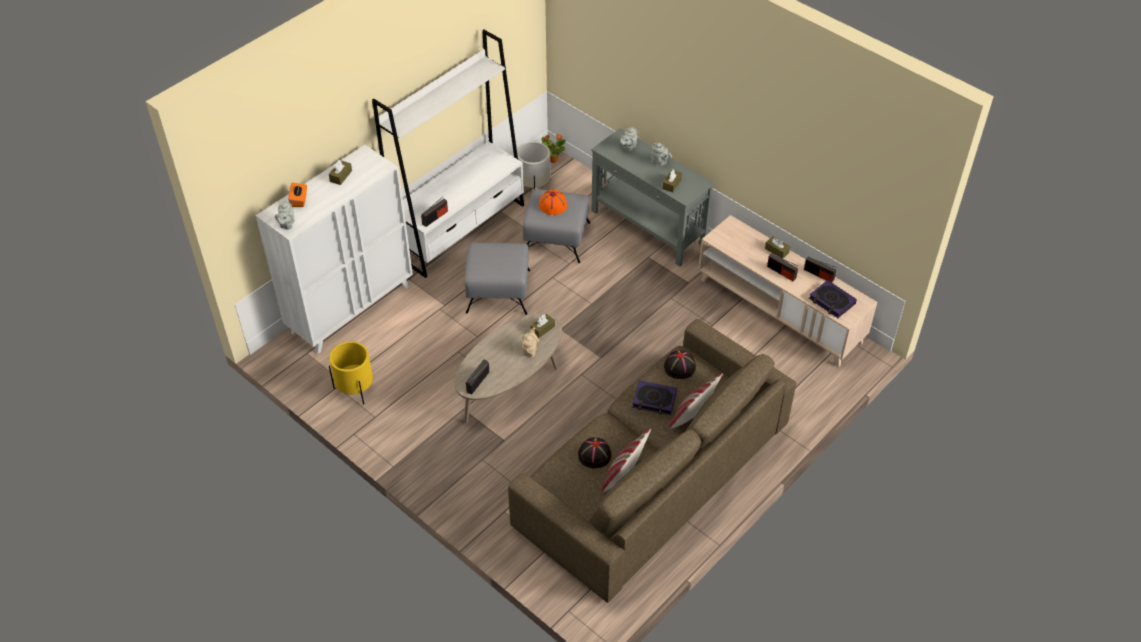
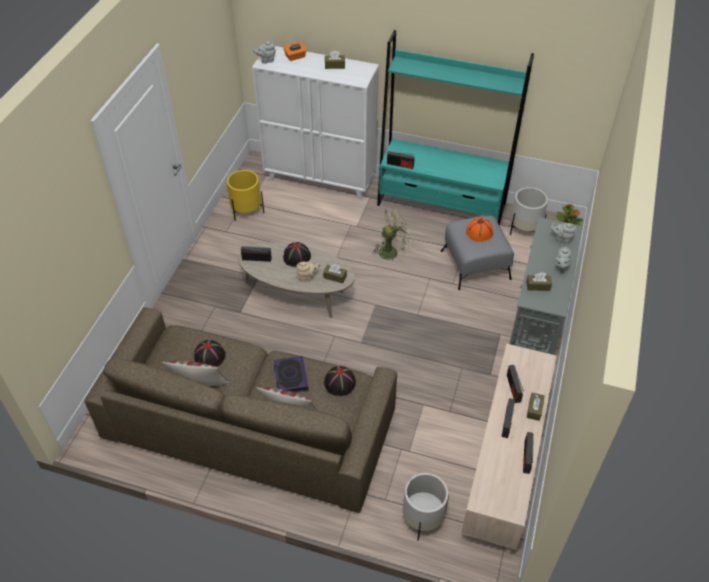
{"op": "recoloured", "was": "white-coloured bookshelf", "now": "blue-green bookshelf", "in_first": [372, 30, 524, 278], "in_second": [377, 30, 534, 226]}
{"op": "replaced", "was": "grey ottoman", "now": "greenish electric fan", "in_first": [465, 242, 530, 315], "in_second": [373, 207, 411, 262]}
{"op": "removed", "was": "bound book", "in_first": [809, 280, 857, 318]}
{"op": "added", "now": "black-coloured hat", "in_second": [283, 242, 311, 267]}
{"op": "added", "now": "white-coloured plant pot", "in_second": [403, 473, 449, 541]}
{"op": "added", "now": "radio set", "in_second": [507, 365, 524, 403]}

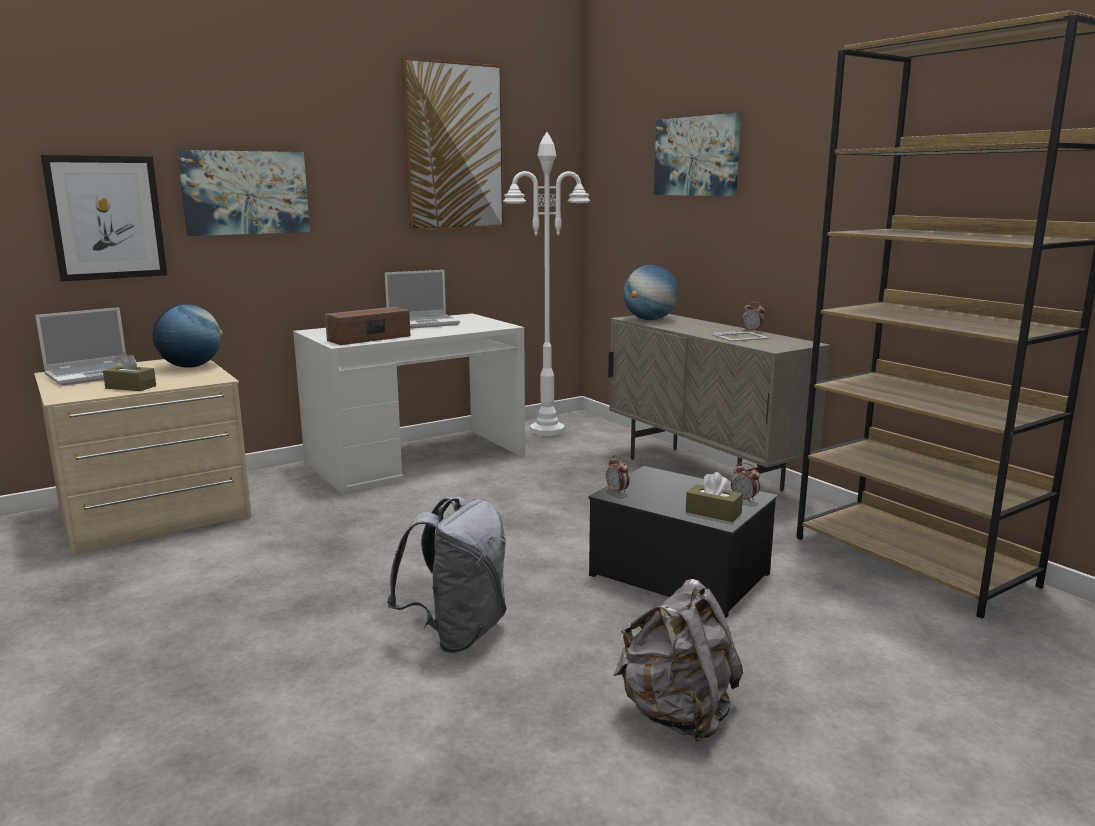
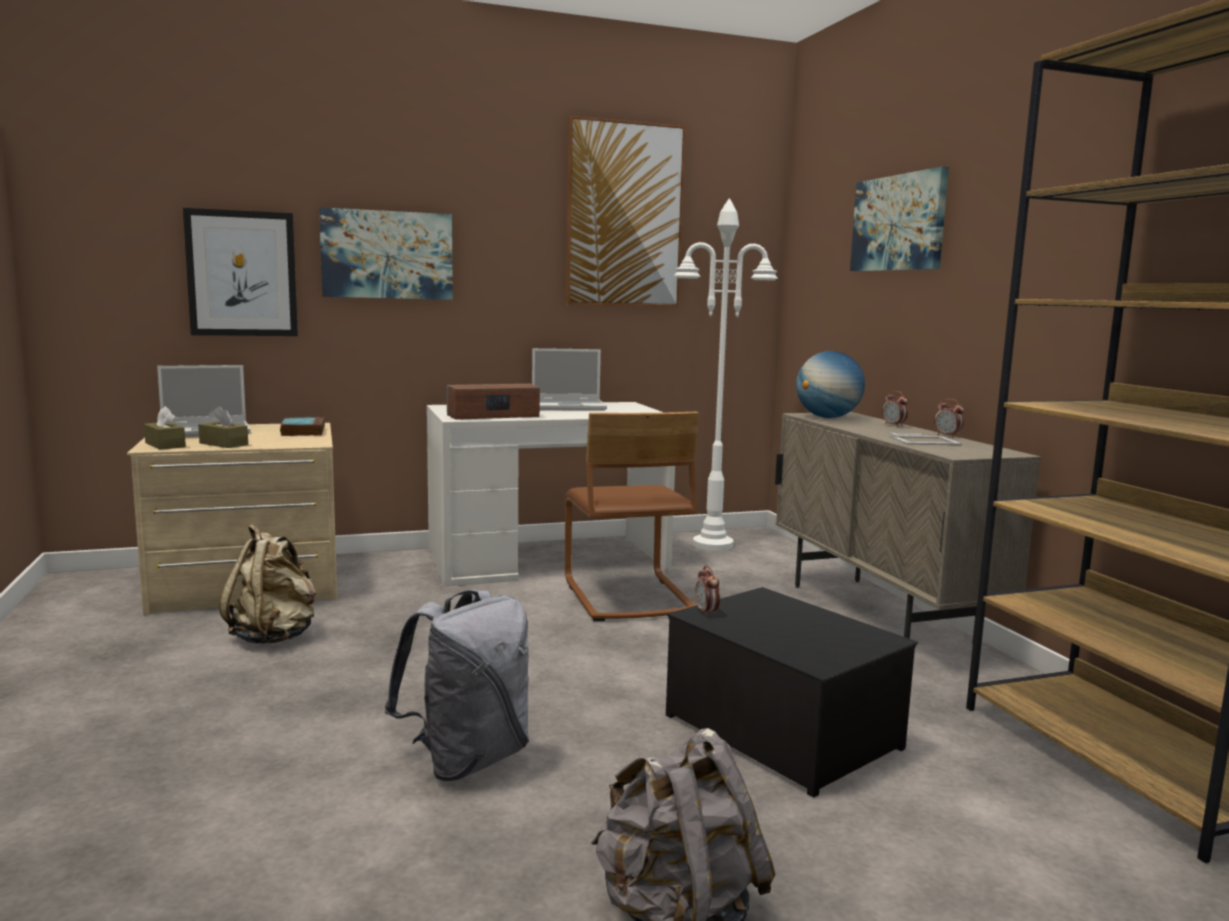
{"op": "replaced", "was": "desk globe", "now": "bound book", "in_first": [153, 304, 223, 368], "in_second": [280, 417, 325, 436]}
{"op": "moved", "was": "brownish tissue holder", "in_first": [686, 472, 743, 522], "in_second": [144, 406, 186, 450]}
{"op": "moved", "was": "bedside clock", "in_first": [731, 462, 760, 503], "in_second": [882, 391, 908, 427]}
{"op": "added", "now": "beige backpack", "in_second": [219, 524, 316, 644]}
{"op": "added", "now": "brownish plain chair", "in_second": [565, 412, 699, 621]}

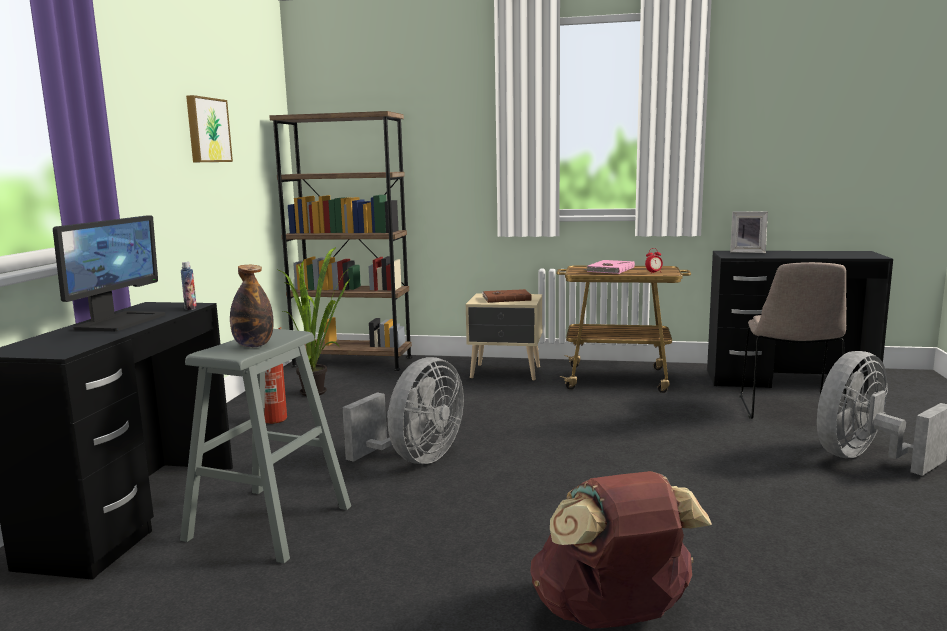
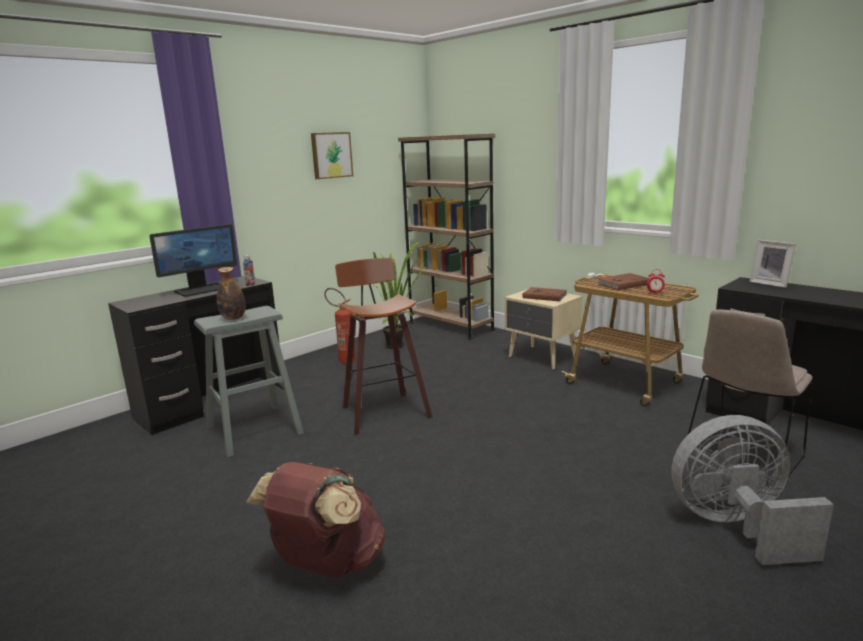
{"op": "replaced", "was": "grey electric fan", "now": "sitting stool", "in_first": [342, 357, 464, 464], "in_second": [335, 258, 432, 435]}
{"op": "recoloured", "was": "pink-coloured bound book", "now": "brownish bound book", "in_first": [584, 260, 635, 274], "in_second": [595, 273, 650, 290]}

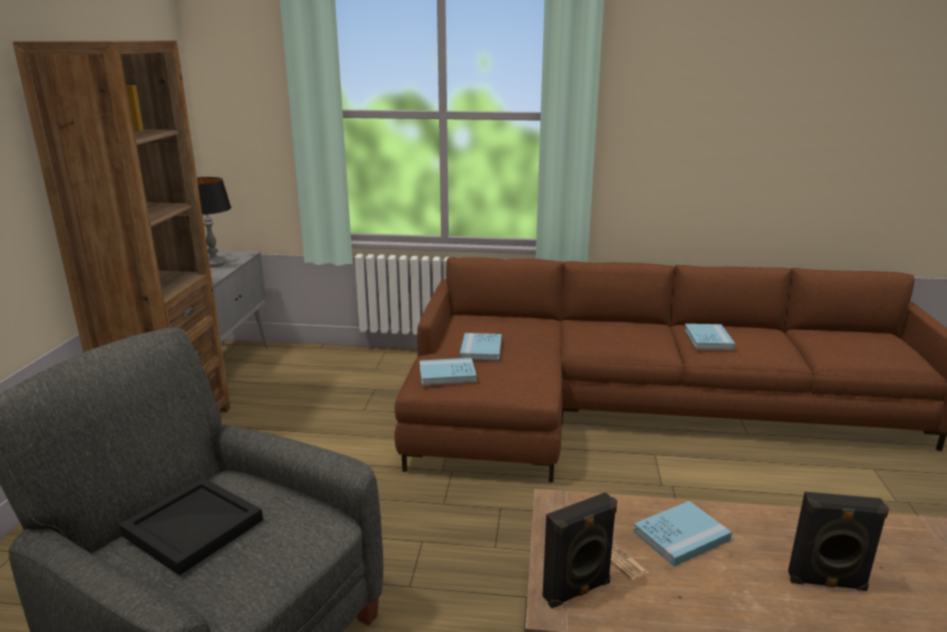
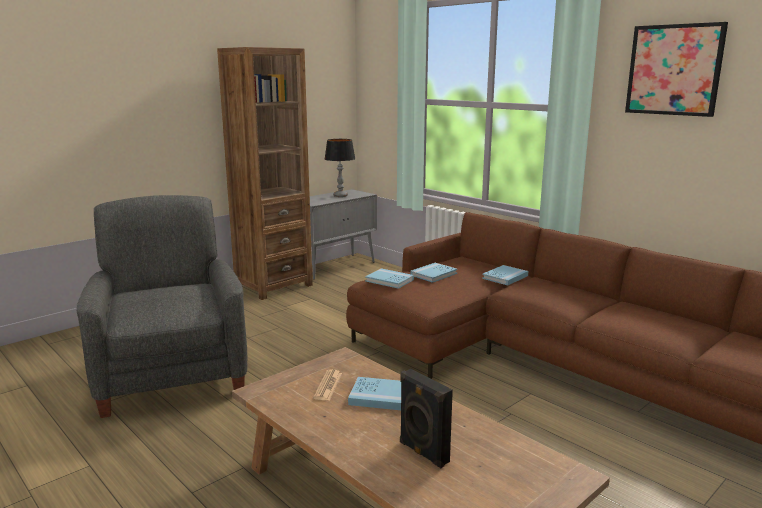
{"op": "removed", "was": "black-coloured carrying tray", "in_first": [119, 478, 263, 575]}
{"op": "removed", "was": "black-coloured speaker", "in_first": [542, 492, 617, 608]}
{"op": "moved", "was": "bluish bound book", "in_first": [684, 324, 735, 350], "in_second": [482, 265, 528, 285]}
{"op": "added", "now": "wall picture", "in_second": [625, 22, 728, 117]}

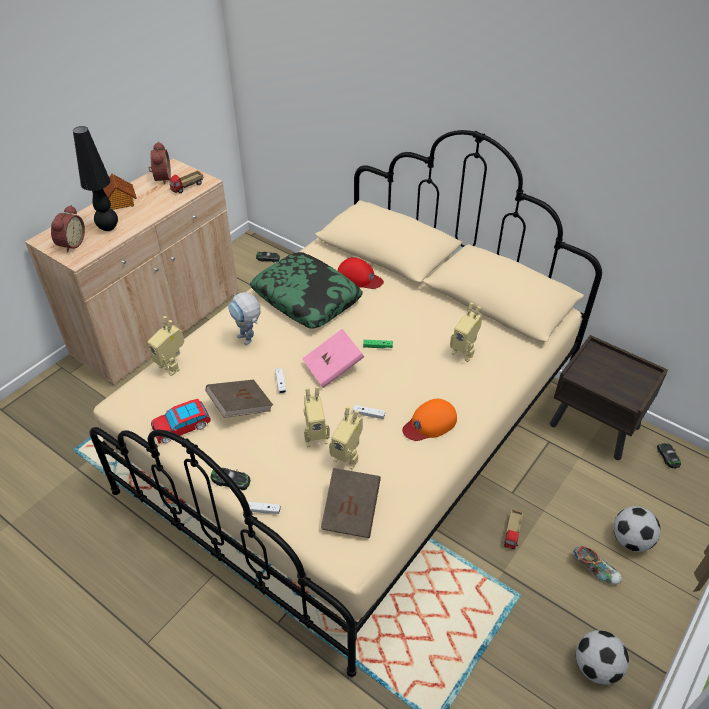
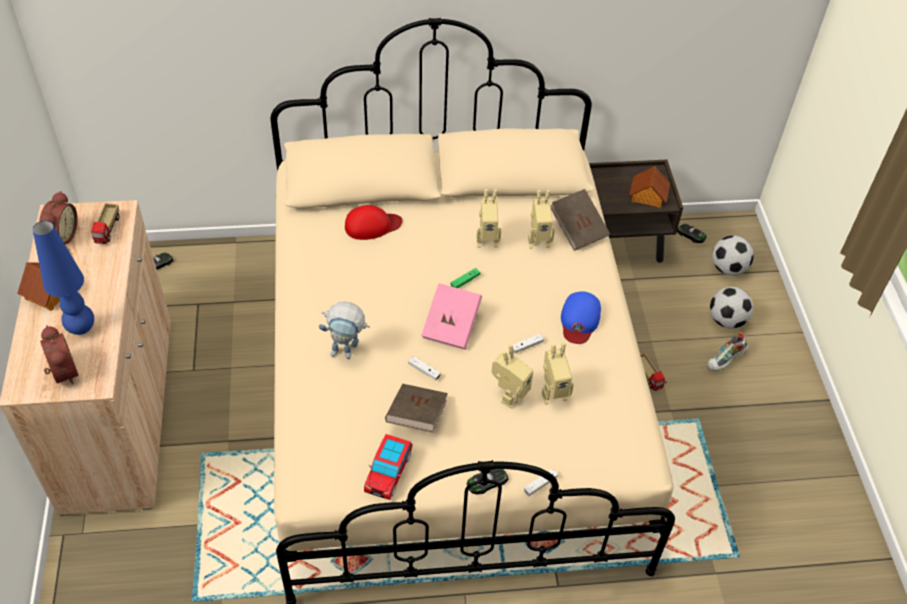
{"op": "recoloured", "was": "black-coloured lamp for a table", "now": "bluish lamp for a table", "in_first": [73, 126, 118, 231], "in_second": [33, 221, 94, 335]}
{"op": "moved", "was": "model robot", "in_first": [147, 316, 184, 376], "in_second": [477, 189, 501, 248]}
{"op": "turned", "was": "bedside clock", "in_first": [148, 142, 171, 185], "in_second": [39, 191, 78, 244], "clockwise": 60}
{"op": "removed", "was": "throw pillow", "in_first": [250, 252, 363, 328]}
{"op": "moved", "was": "brownish bound book", "in_first": [321, 468, 381, 538], "in_second": [550, 189, 610, 251]}
{"op": "recoloured", "was": "orange-coloured baseball cap", "now": "bluish baseball cap", "in_first": [402, 399, 457, 441], "in_second": [561, 291, 601, 344]}
{"op": "turned", "was": "item of footwear", "in_first": [573, 545, 622, 585], "in_second": [707, 332, 749, 371], "clockwise": 150}
{"op": "moved", "was": "football ball", "in_first": [576, 630, 629, 685], "in_second": [712, 235, 754, 276]}
{"op": "added", "now": "toy house", "in_second": [629, 166, 670, 208]}

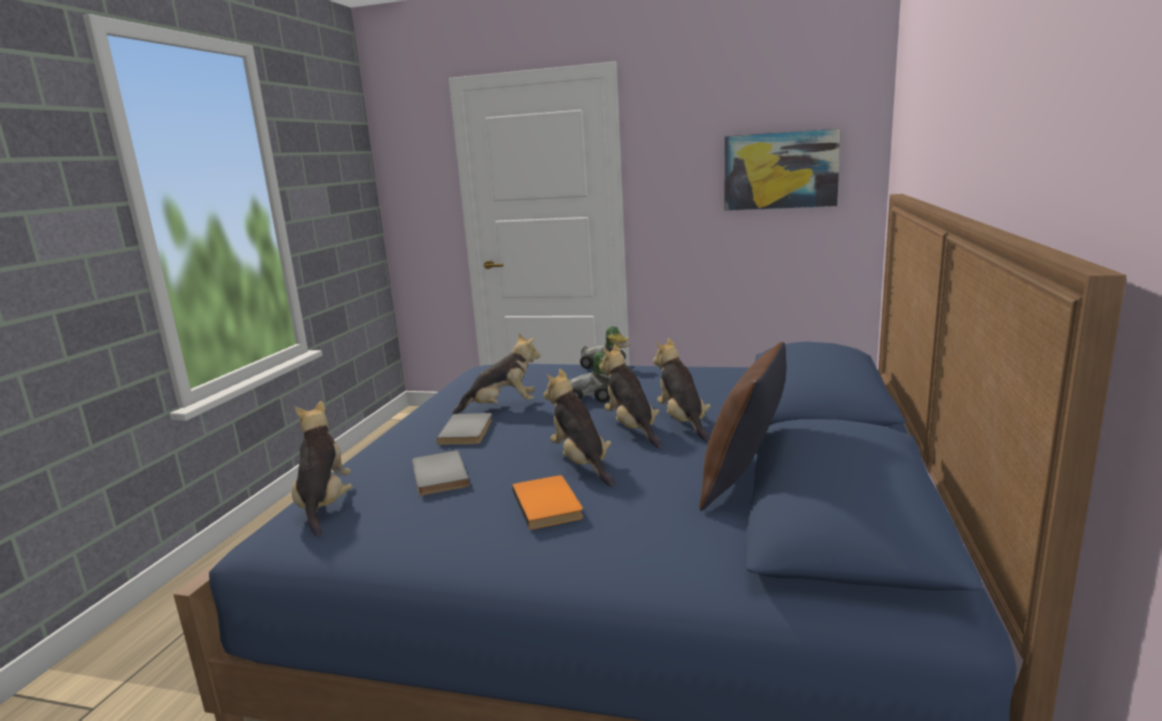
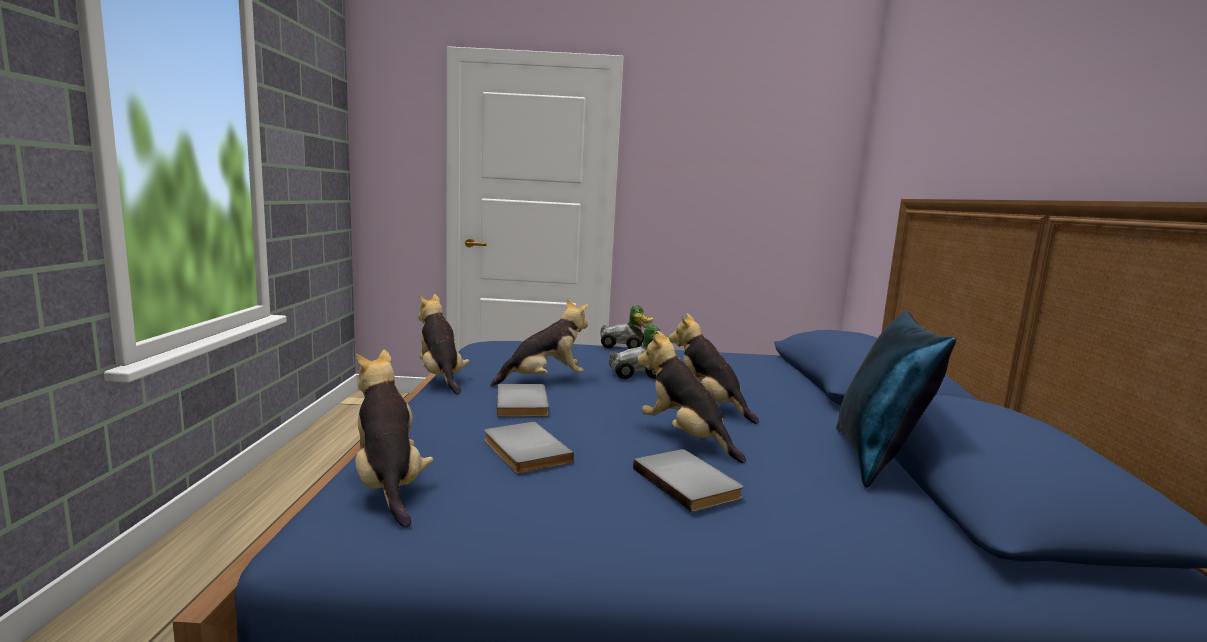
{"op": "recoloured", "was": "orange-coloured bound book", "now": "grey bound book", "in_first": [512, 475, 583, 530], "in_second": [633, 449, 743, 512]}
{"op": "moved", "was": "plush toy", "in_first": [653, 338, 711, 442], "in_second": [418, 294, 470, 394]}
{"op": "recoloured", "was": "brownish throw pillow", "now": "bluish throw pillow", "in_first": [699, 342, 787, 511], "in_second": [836, 311, 956, 488]}
{"op": "removed", "was": "wall picture", "in_first": [724, 128, 841, 211]}

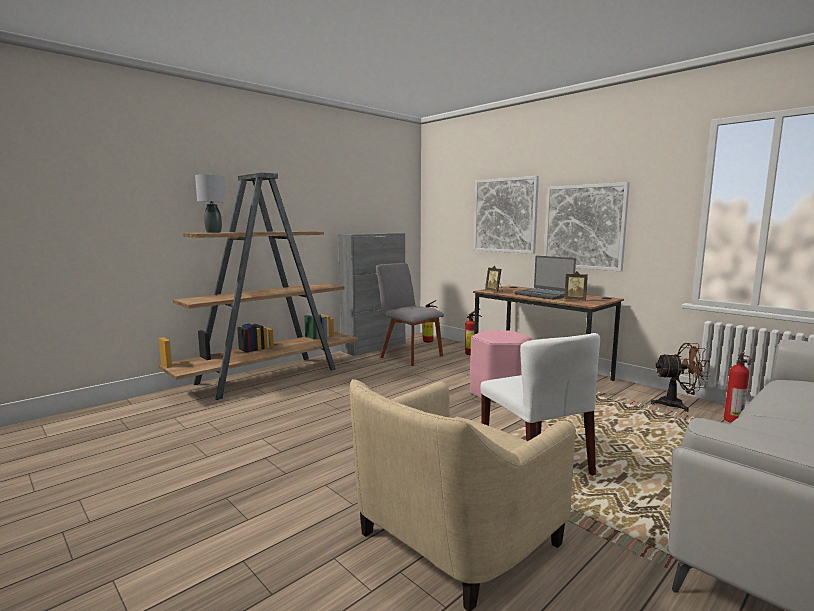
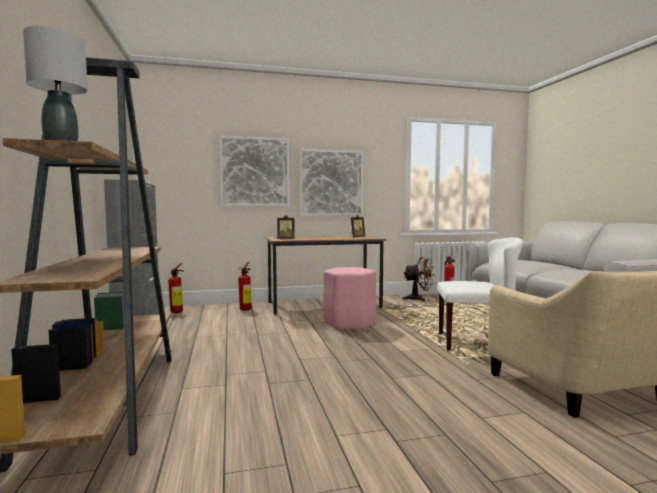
{"op": "removed", "was": "grey plain chair", "in_first": [376, 263, 444, 366]}
{"op": "removed", "was": "laptop", "in_first": [515, 256, 576, 300]}
{"op": "turned", "was": "brownish electric fan", "in_first": [651, 343, 710, 412], "in_second": [403, 257, 435, 301], "clockwise": 45}

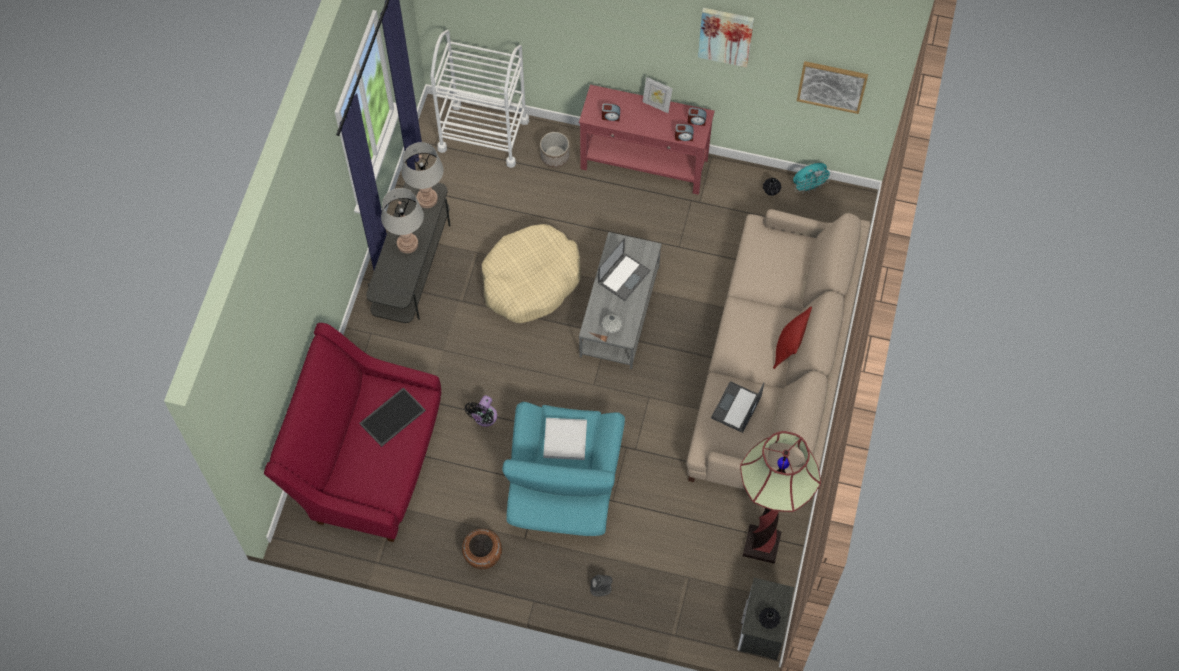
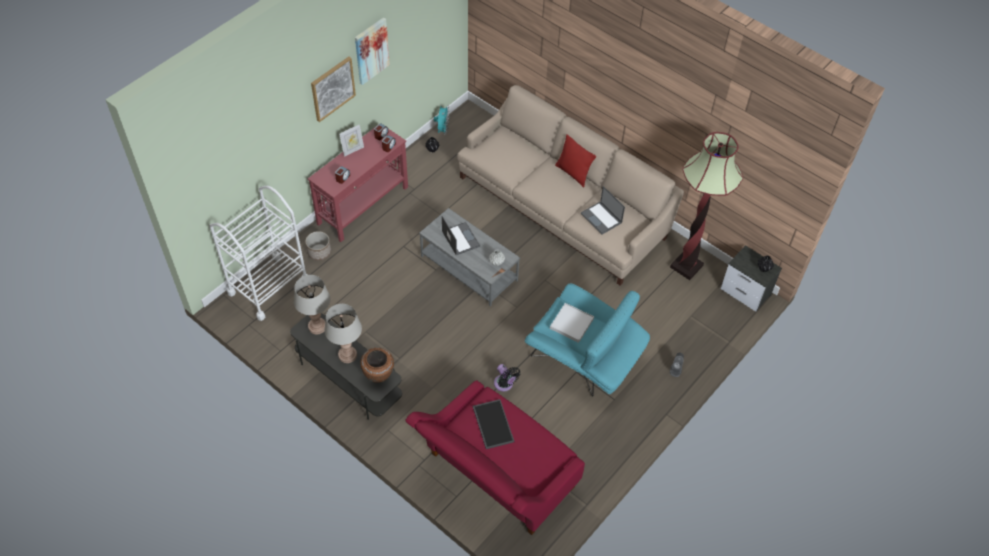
{"op": "moved", "was": "brownish flower vase", "in_first": [462, 529, 502, 569], "in_second": [360, 347, 394, 383]}
{"op": "removed", "was": "beige pet bed", "in_first": [482, 224, 580, 323]}
{"op": "moved", "was": "wall picture", "in_first": [797, 61, 868, 114], "in_second": [311, 57, 356, 122]}

